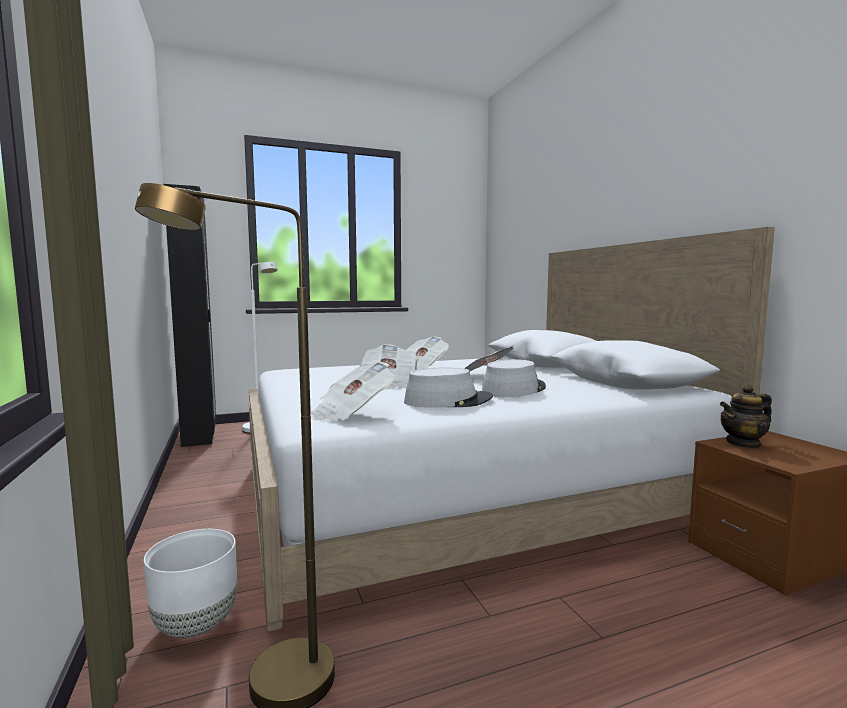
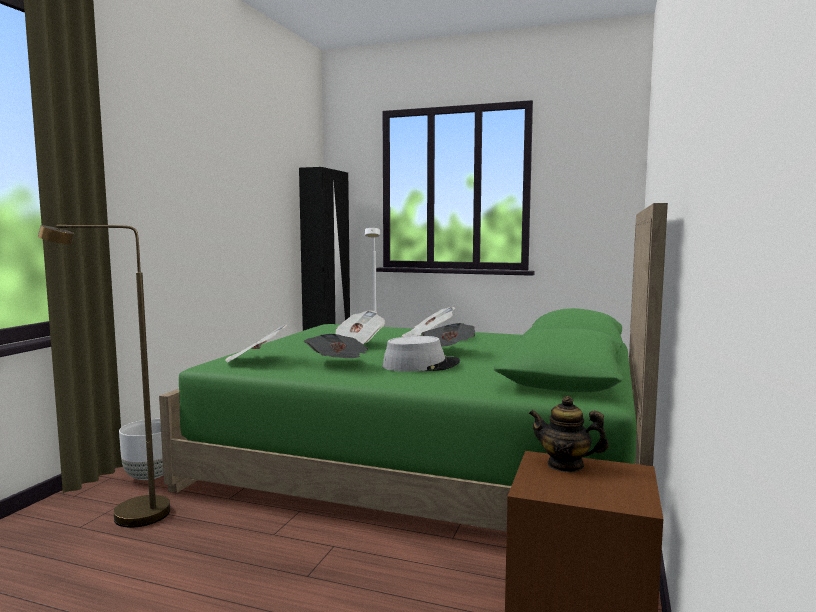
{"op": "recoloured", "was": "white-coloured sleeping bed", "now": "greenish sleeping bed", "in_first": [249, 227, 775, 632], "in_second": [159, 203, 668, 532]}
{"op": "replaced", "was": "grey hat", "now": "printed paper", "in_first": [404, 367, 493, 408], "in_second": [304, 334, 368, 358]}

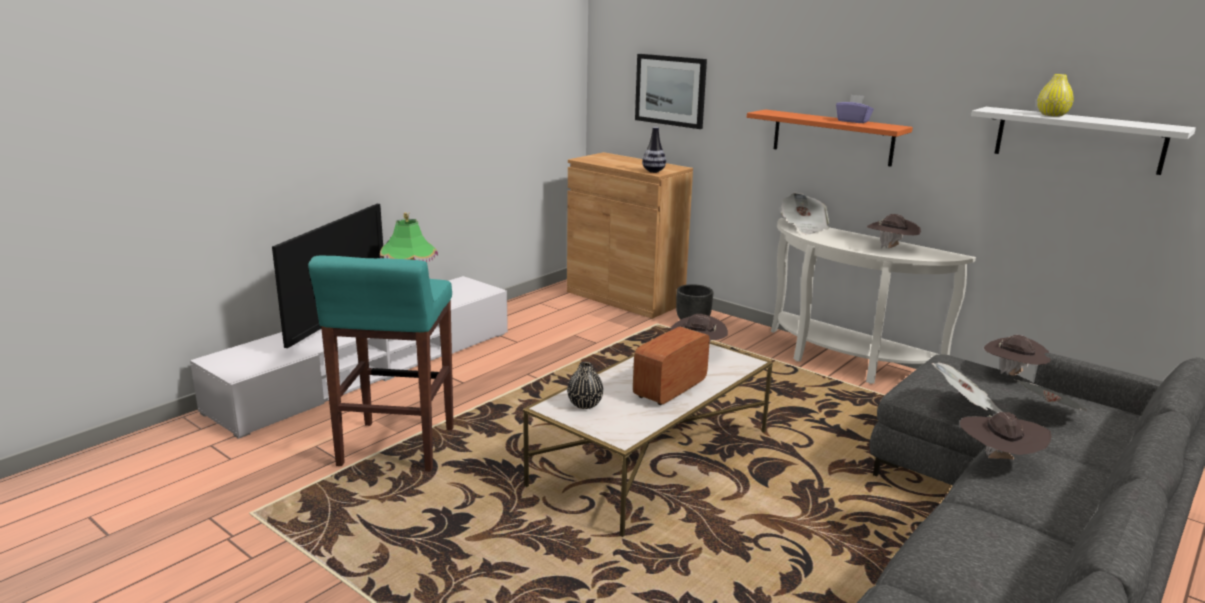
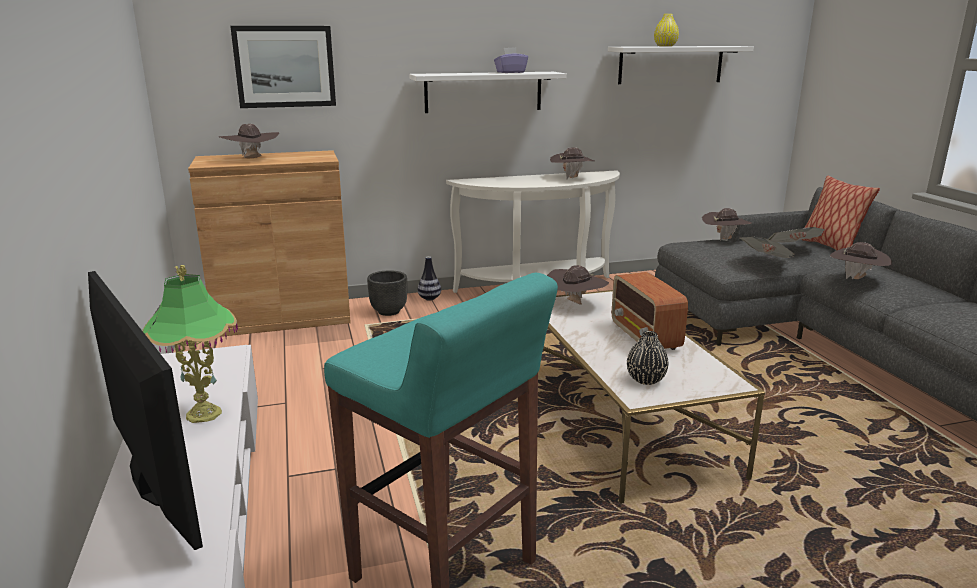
{"op": "moved", "was": "flower vase", "in_first": [642, 127, 666, 173], "in_second": [418, 256, 441, 301]}
{"op": "recoloured", "was": "orange-coloured wall shelf", "now": "white-coloured wall shelf", "in_first": [747, 109, 913, 166], "in_second": [409, 72, 567, 113]}
{"op": "removed", "was": "printed paper", "in_first": [781, 193, 829, 235]}
{"op": "added", "now": "brownish hat", "in_second": [219, 124, 279, 159]}
{"op": "added", "now": "throw pillow", "in_second": [802, 176, 880, 251]}

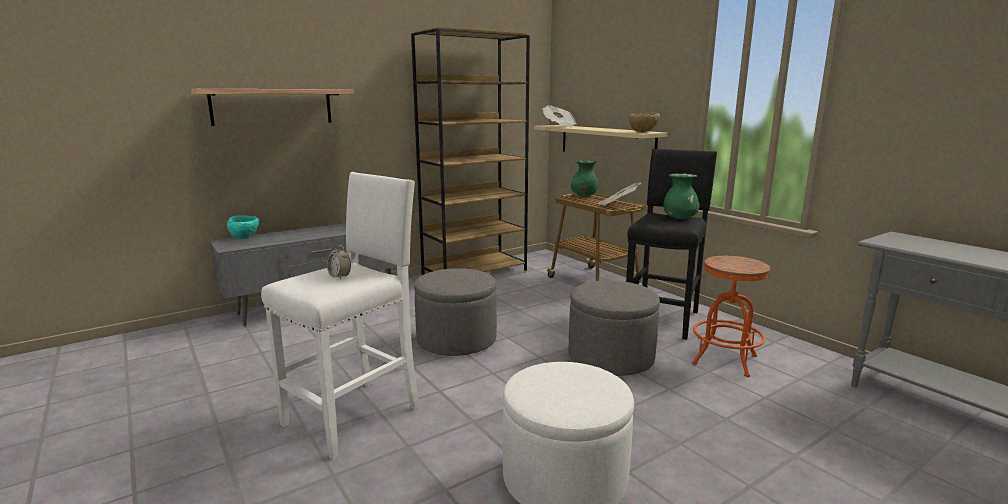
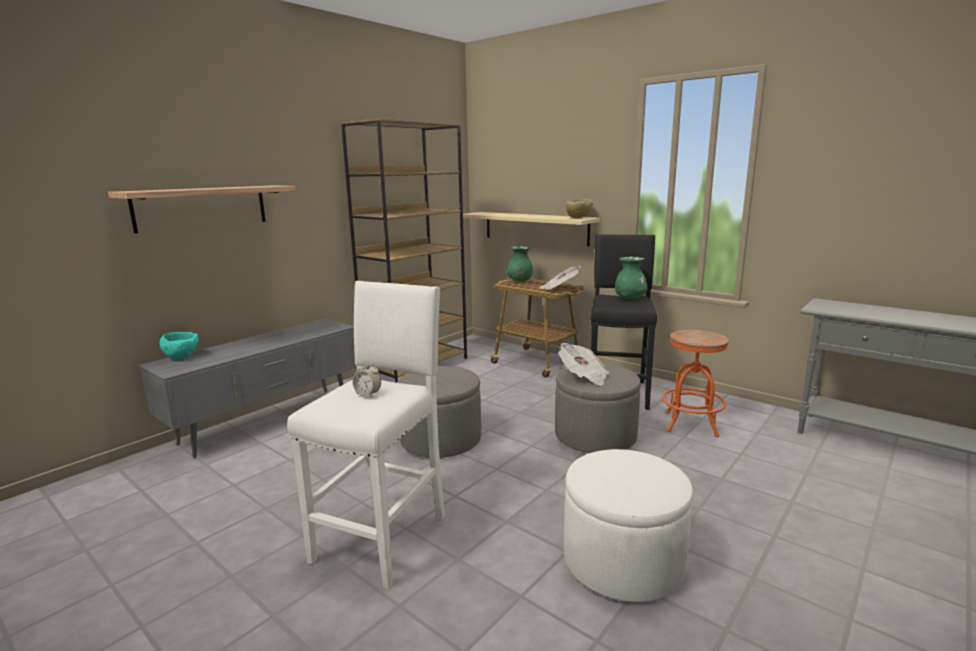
{"op": "moved", "was": "printed paper", "in_first": [542, 105, 577, 127], "in_second": [558, 343, 609, 385]}

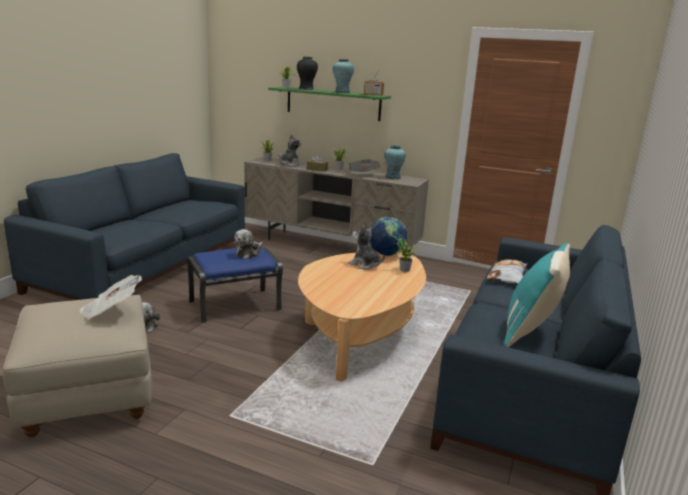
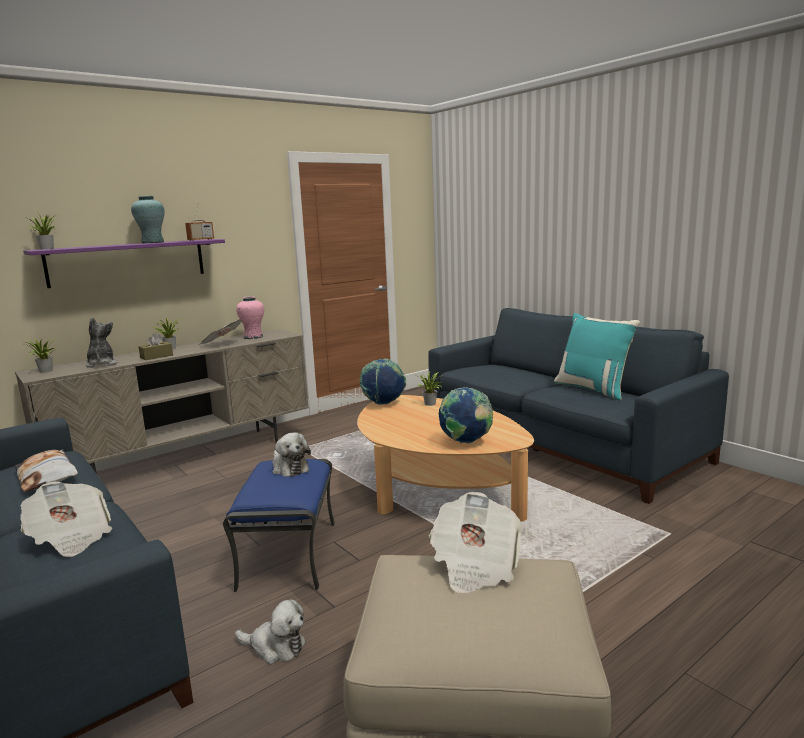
{"op": "recoloured", "was": "greenish wall shelf", "now": "purple wall shelf", "in_first": [268, 87, 391, 121], "in_second": [23, 239, 225, 288]}
{"op": "removed", "was": "black-coloured flower vase", "in_first": [297, 57, 318, 90]}
{"op": "removed", "was": "plush toy", "in_first": [349, 225, 385, 270]}
{"op": "recoloured", "was": "blue-green flower vase", "now": "pink-coloured flower vase", "in_first": [384, 145, 406, 180], "in_second": [236, 296, 264, 339]}
{"op": "moved", "was": "throw pillow", "in_first": [487, 259, 528, 283], "in_second": [15, 449, 78, 492]}
{"op": "added", "now": "printed paper", "in_second": [20, 481, 112, 557]}
{"op": "added", "now": "desk globe", "in_second": [439, 387, 493, 443]}

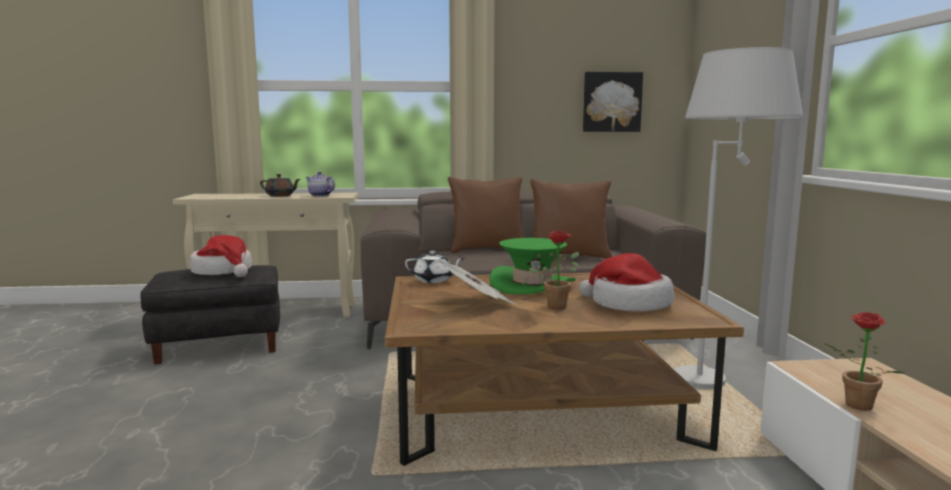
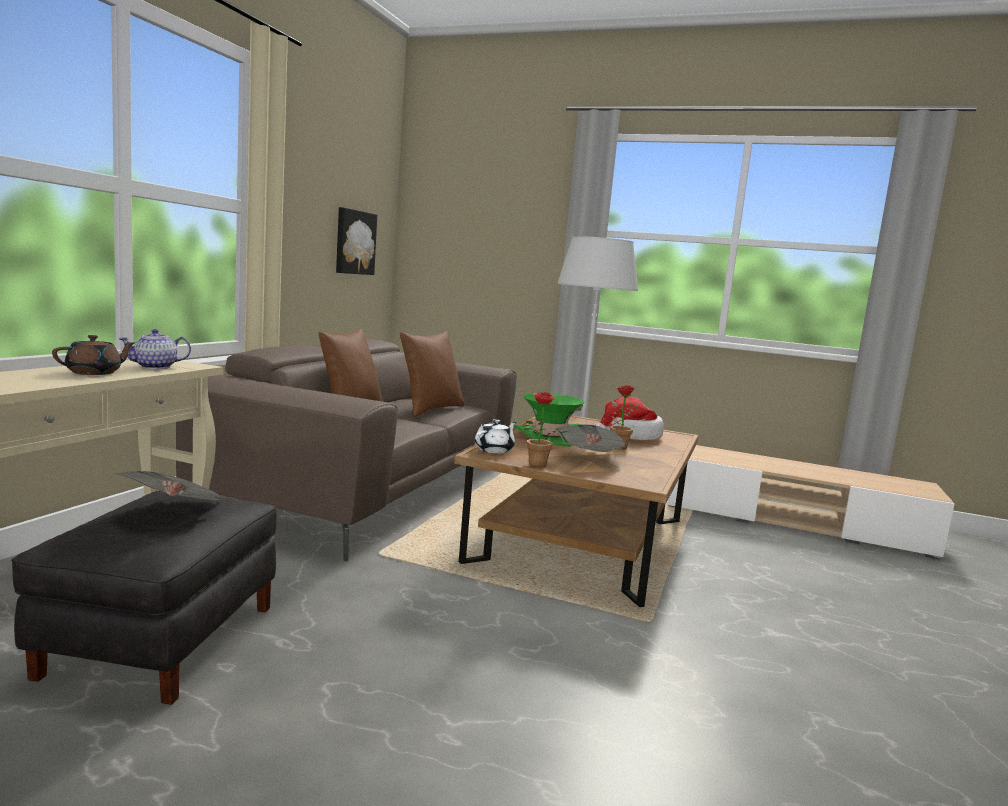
{"op": "replaced", "was": "hat", "now": "printed paper", "in_first": [190, 235, 252, 277], "in_second": [116, 471, 222, 500]}
{"op": "moved", "was": "plant in a pot", "in_first": [824, 312, 905, 411], "in_second": [524, 392, 567, 467]}

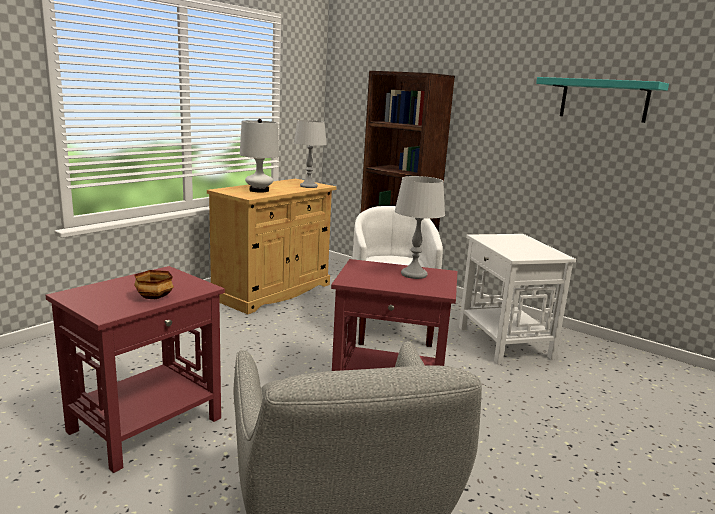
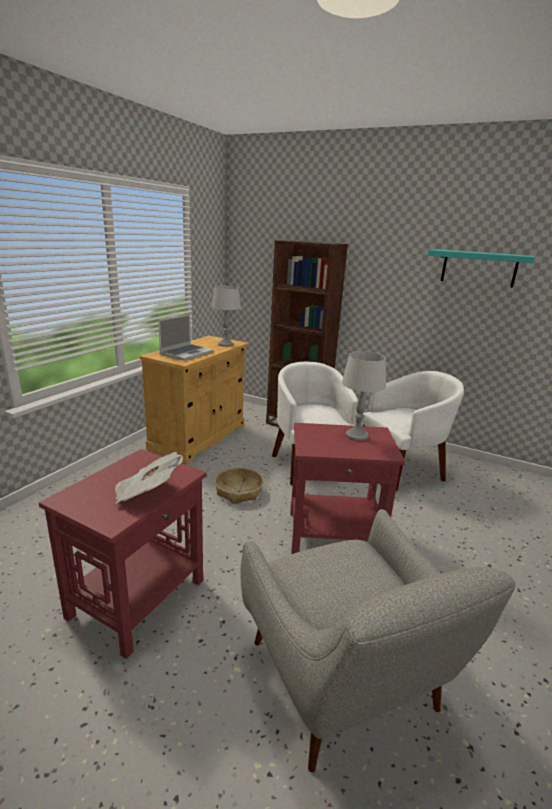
{"op": "replaced", "was": "deep dish", "now": "printed paper", "in_first": [134, 270, 174, 299], "in_second": [115, 452, 183, 504]}
{"op": "replaced", "was": "white-coloured lamp for a table", "now": "laptop", "in_first": [240, 119, 279, 193], "in_second": [158, 314, 213, 361]}
{"op": "replaced", "was": "white-coloured accent table", "now": "white-coloured lounge chair", "in_first": [459, 234, 576, 364], "in_second": [361, 371, 464, 491]}
{"op": "added", "now": "household basket", "in_second": [215, 468, 264, 504]}

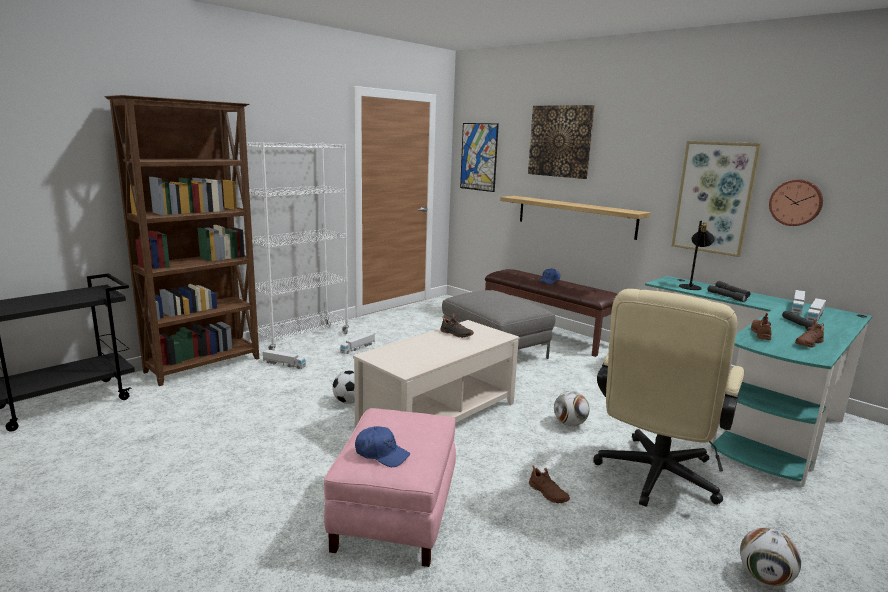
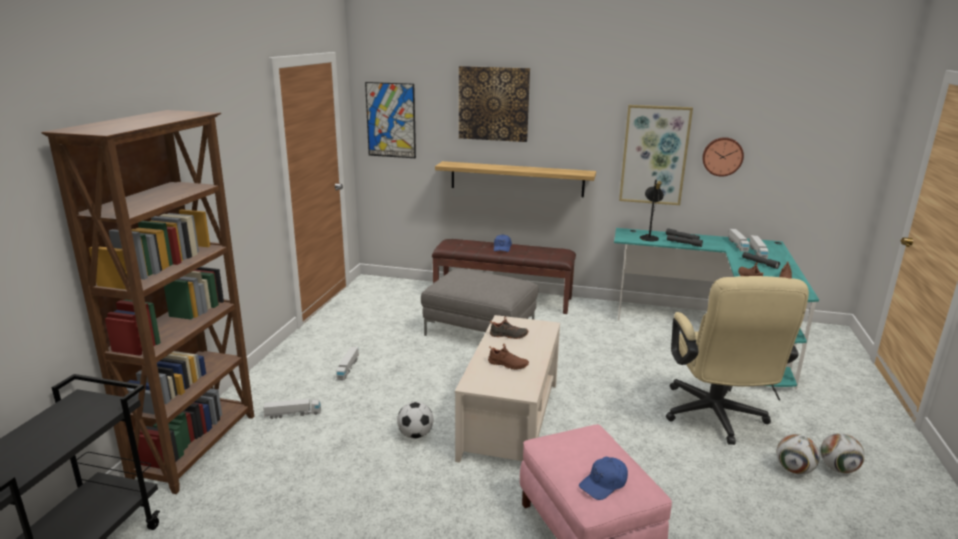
{"op": "removed", "was": "white-coloured bookshelf", "in_first": [246, 142, 349, 351]}
{"op": "turned", "was": "bluish baseball cap", "in_first": [355, 426, 410, 467], "in_second": [579, 457, 628, 500], "clockwise": 150}
{"op": "moved", "was": "brownish item of footwear", "in_first": [529, 465, 570, 503], "in_second": [488, 344, 529, 370]}
{"op": "moved", "was": "football ball", "in_first": [554, 391, 590, 426], "in_second": [777, 434, 820, 475]}

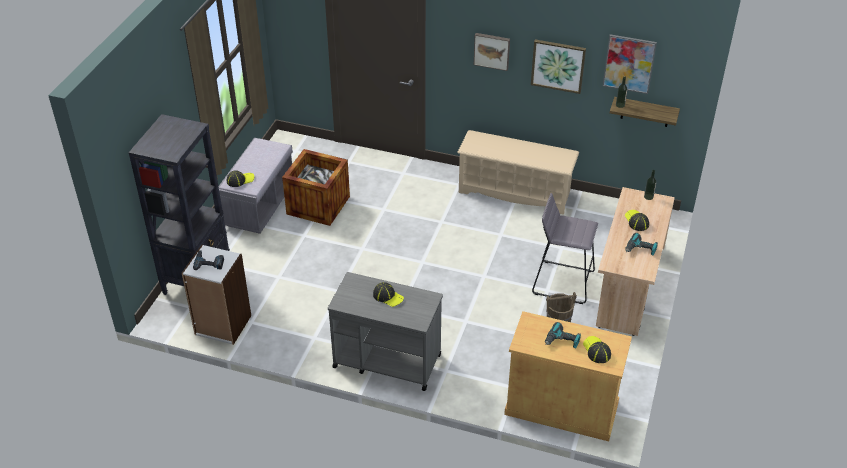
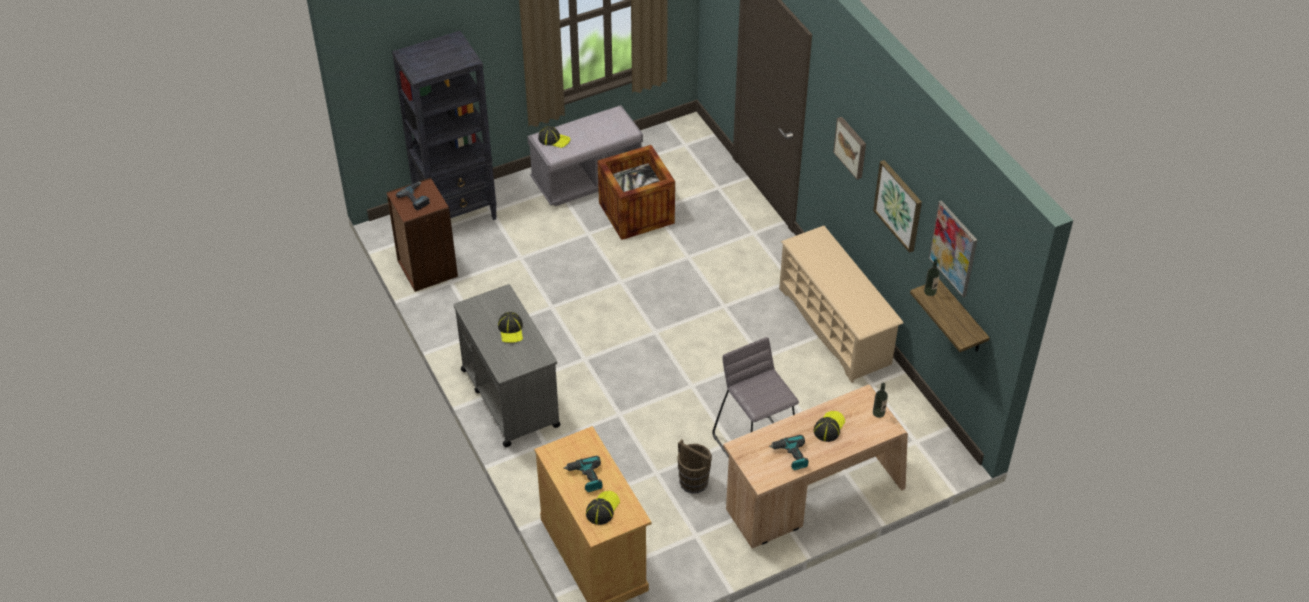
{"op": "recoloured", "was": "white-coloured bookshelf", "now": "brownish bookshelf", "in_first": [182, 245, 251, 345], "in_second": [386, 178, 458, 292]}

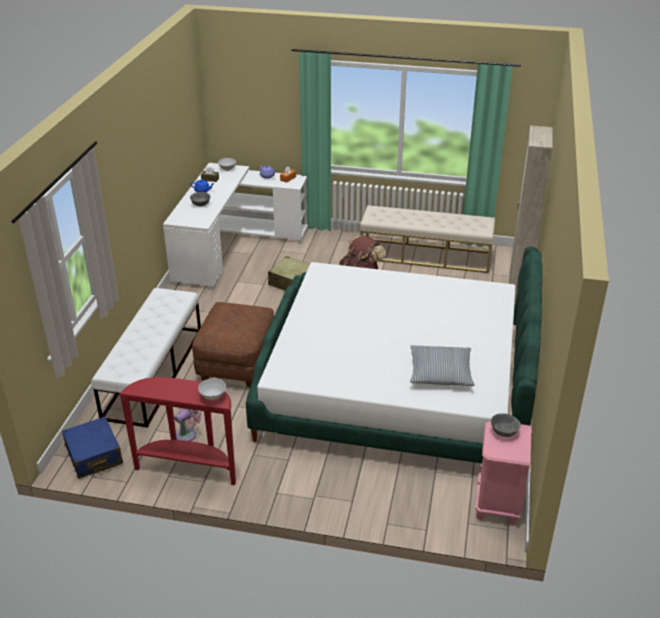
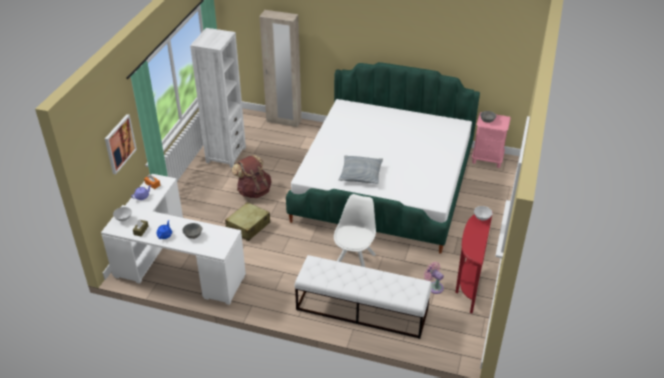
{"op": "removed", "was": "bluish travel case", "in_first": [62, 417, 123, 479]}
{"op": "replaced", "was": "brownish ottoman", "now": "white-coloured plain chair", "in_first": [192, 302, 274, 388], "in_second": [334, 194, 376, 267]}
{"op": "replaced", "was": "beige indoor bench", "now": "white-coloured bookshelf", "in_first": [360, 205, 495, 273], "in_second": [190, 28, 246, 168]}
{"op": "moved", "was": "throw pillow", "in_first": [410, 345, 475, 386], "in_second": [339, 155, 383, 184]}
{"op": "added", "now": "wall picture", "in_second": [105, 114, 137, 174]}

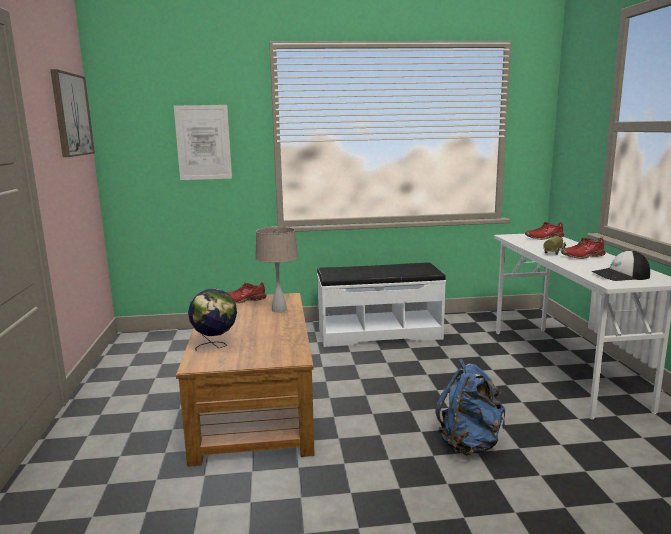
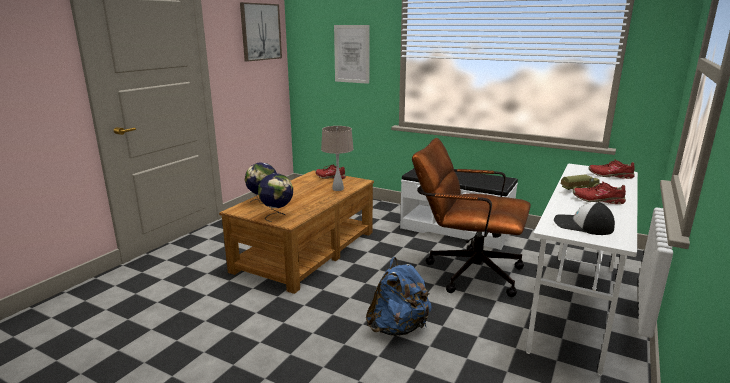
{"op": "added", "now": "desk globe", "in_second": [258, 173, 293, 222]}
{"op": "added", "now": "brownish computer chair", "in_second": [412, 138, 531, 297]}

